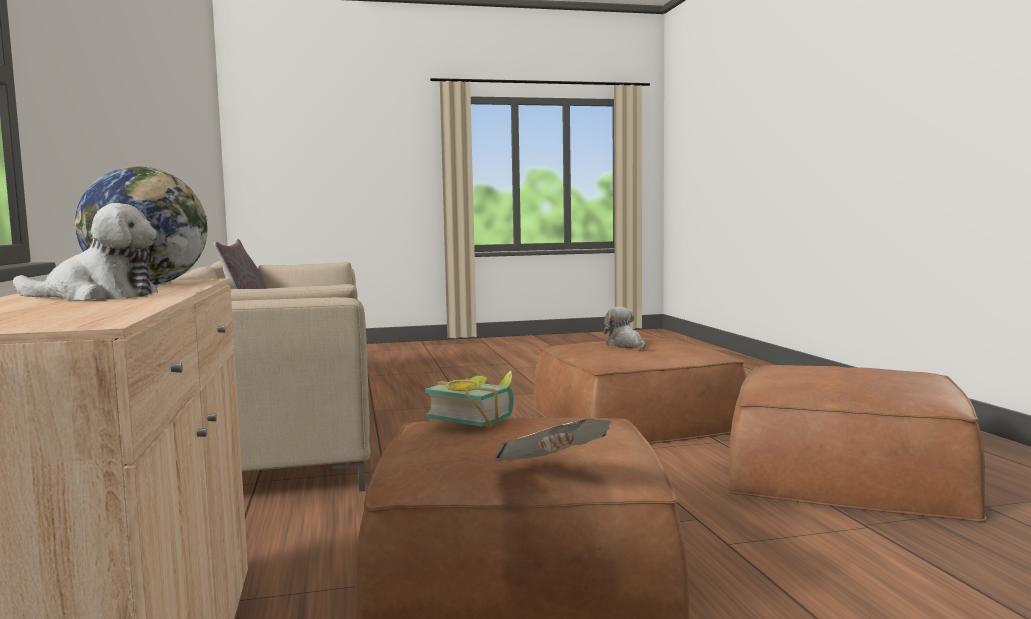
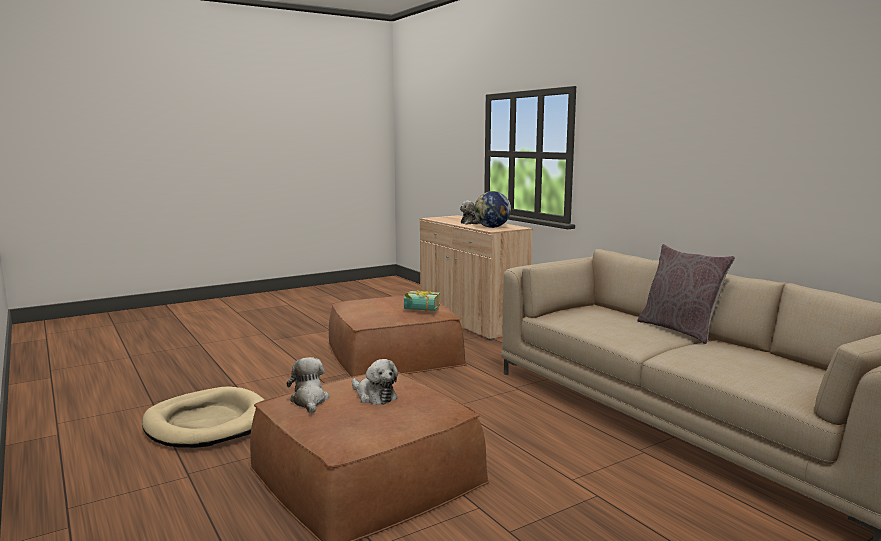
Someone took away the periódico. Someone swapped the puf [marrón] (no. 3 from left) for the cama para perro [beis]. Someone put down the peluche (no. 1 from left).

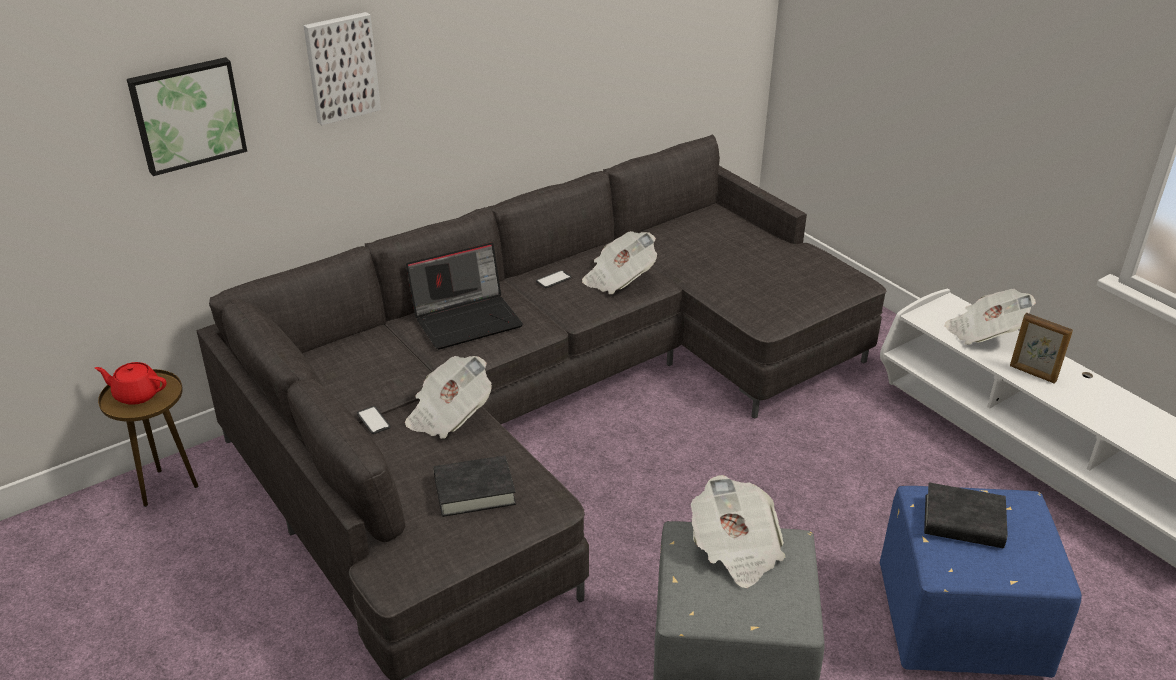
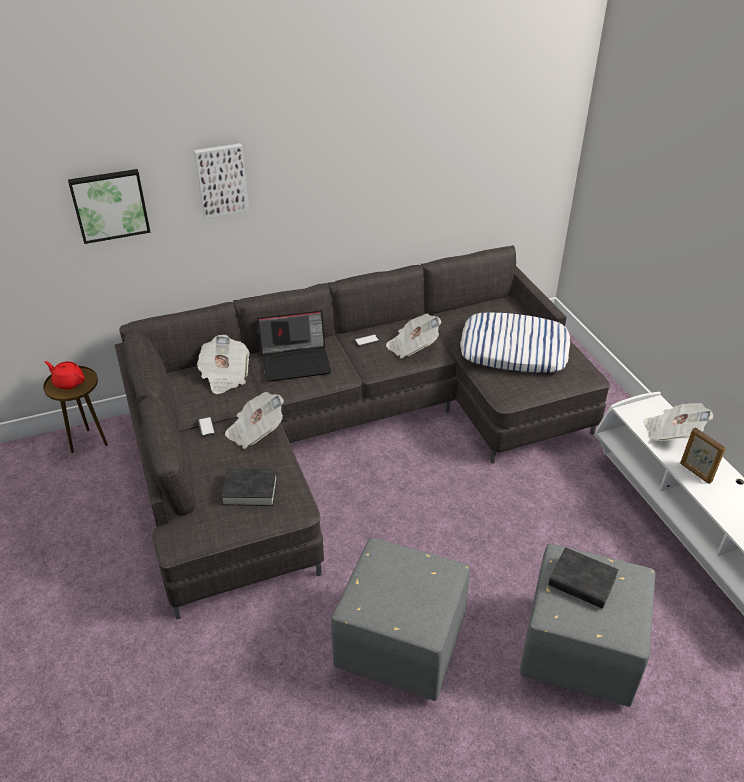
Someone carried the periódico (no. 3 from left in the first image). Someone repainted the puf [azul], which became the puf [gris] (no. 2 from left). Someone put down the cojín.

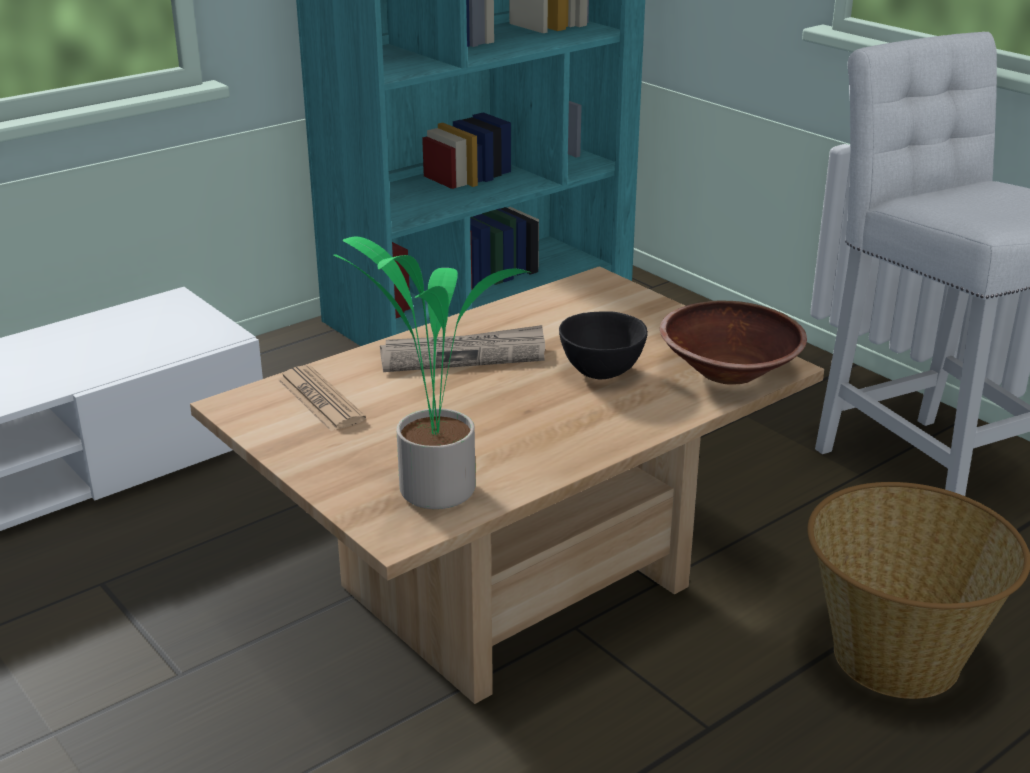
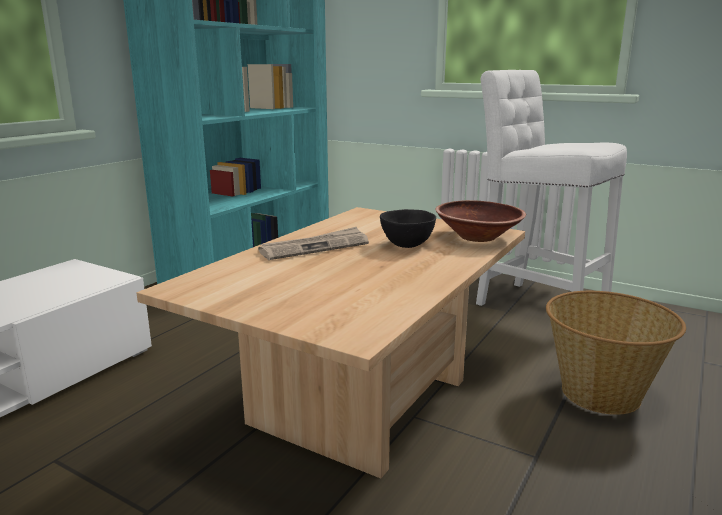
Someone took away the periódico (no. 1 from left). Someone took away the planta en maceta.

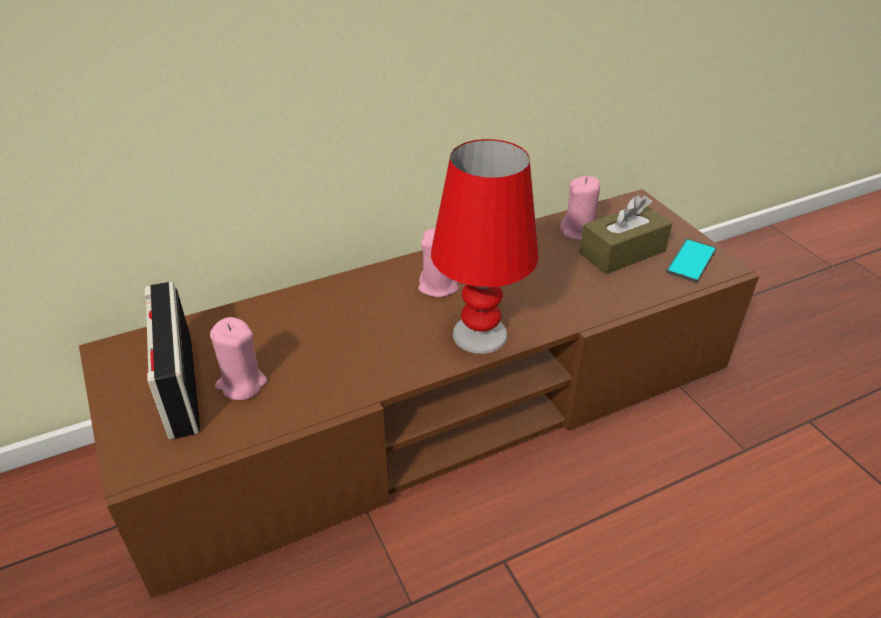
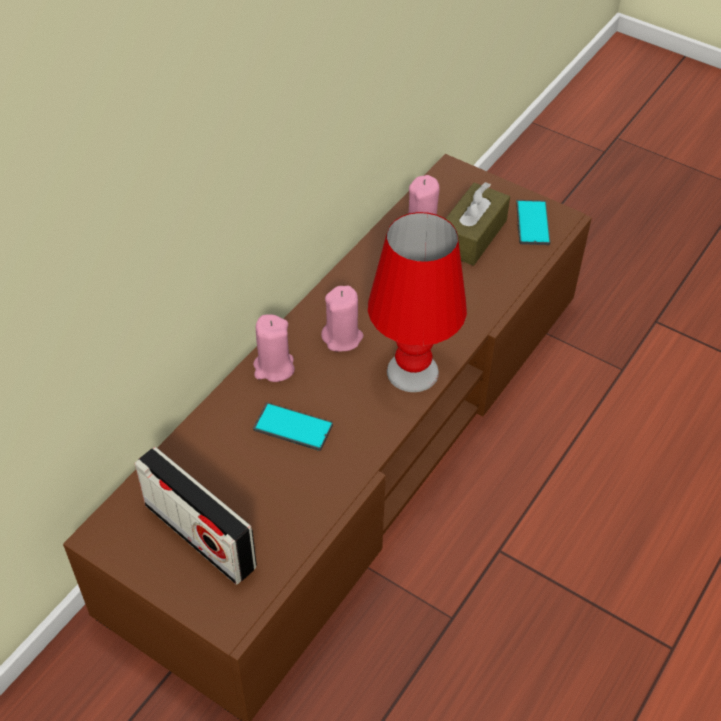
Someone carried the vela [rosa] (no. 1 from left). Someone put down the móvil (no. 1 from left).

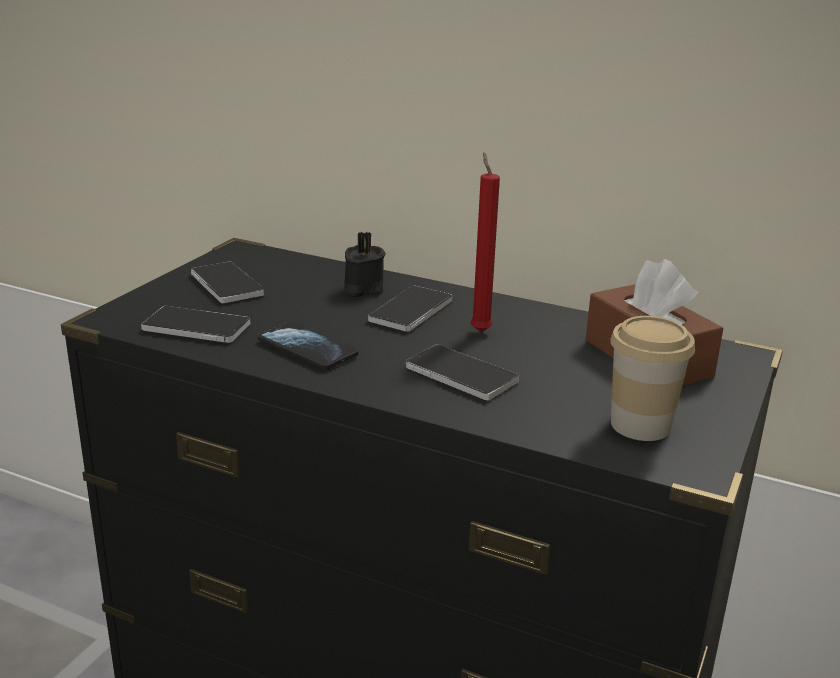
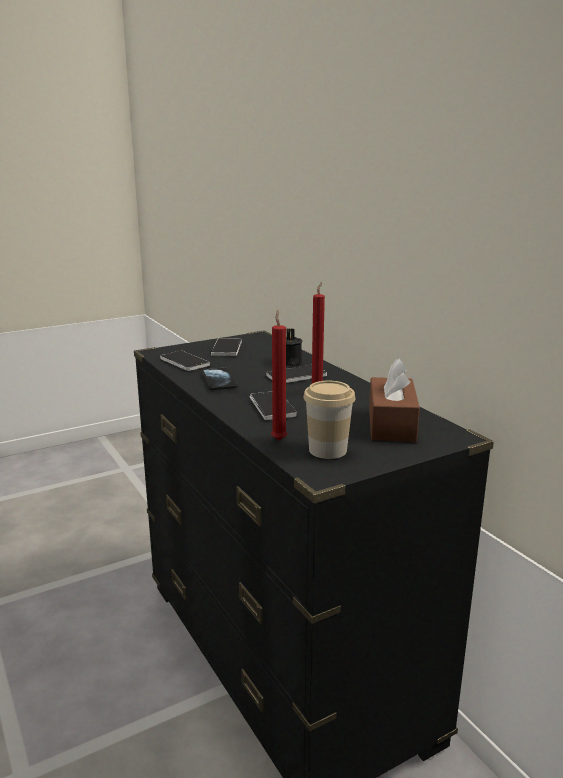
Someone put down the vela [rojo] (no. 1 from left).

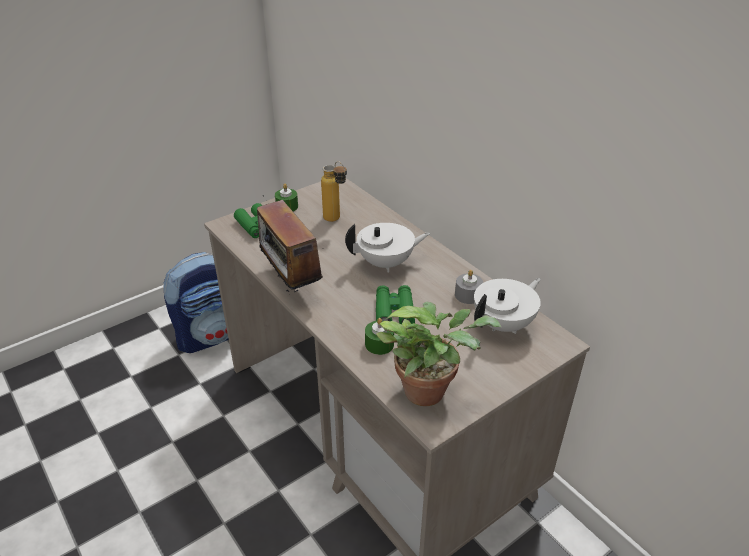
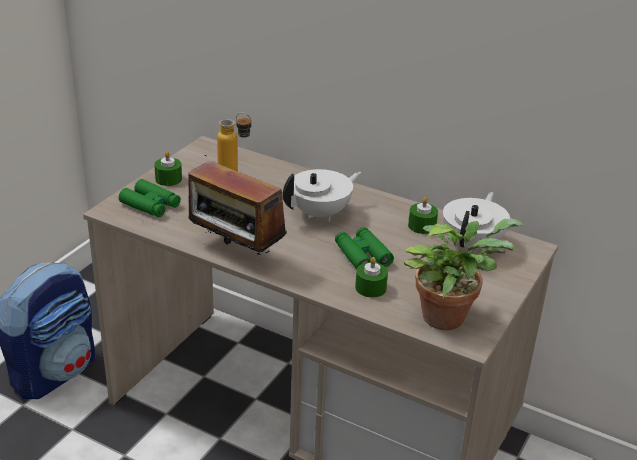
Someone repainted the vela [gris], which became the vela [verde] (no. 3 from left).

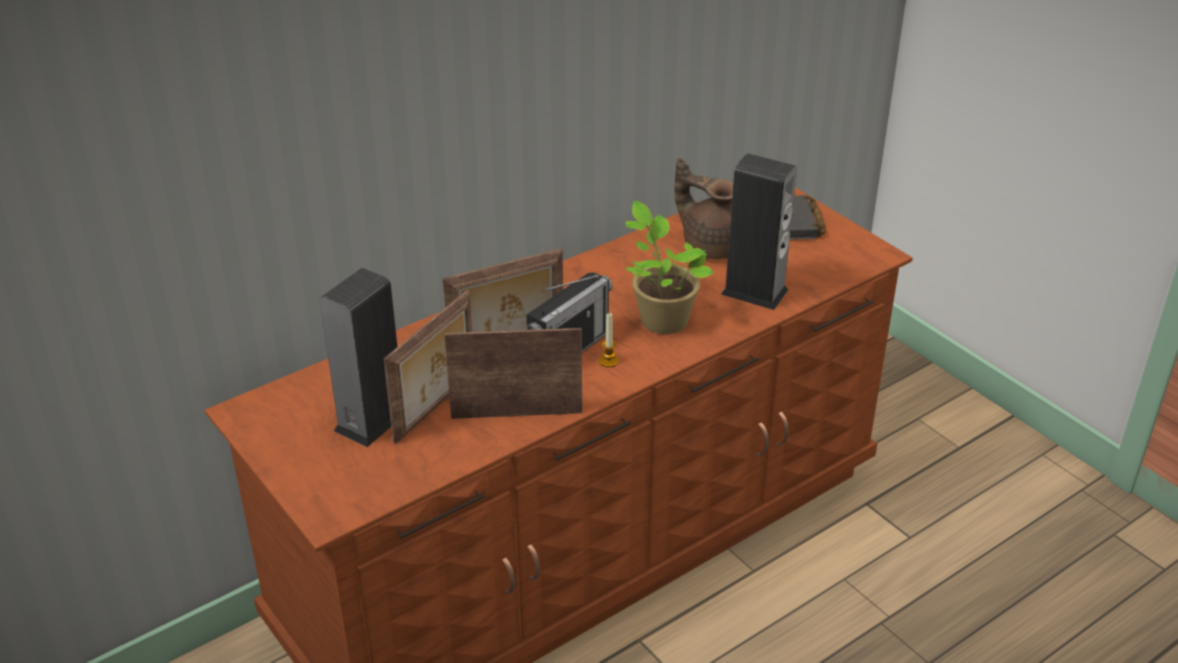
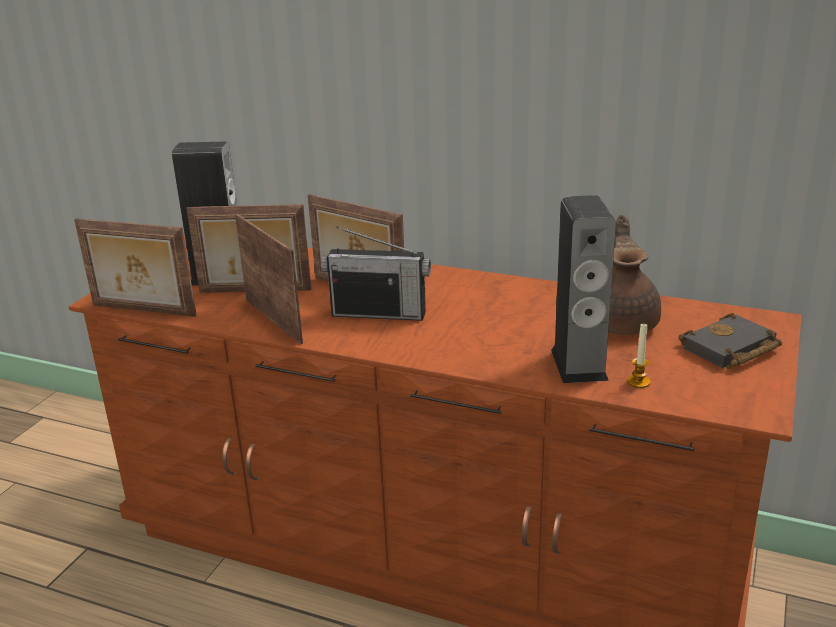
Someone carried the vela. Someone took away the planta en maceta. Someone put down the portarretratos (no. 1 from left).

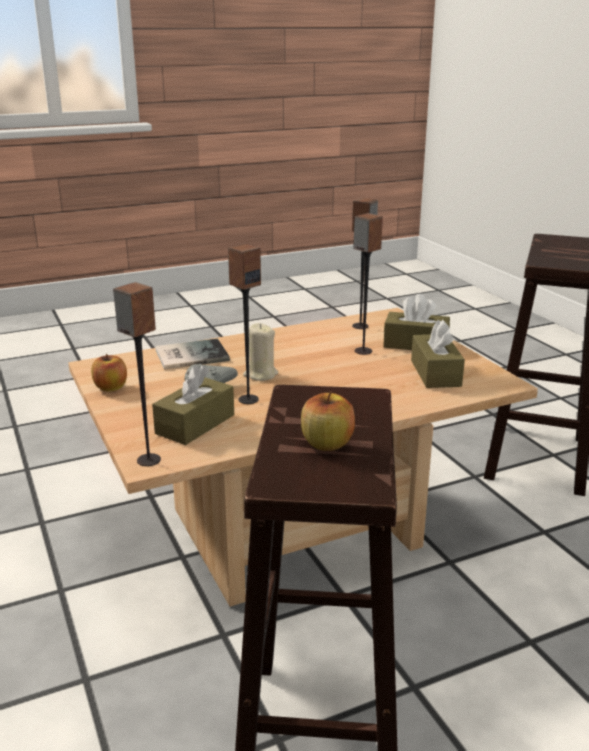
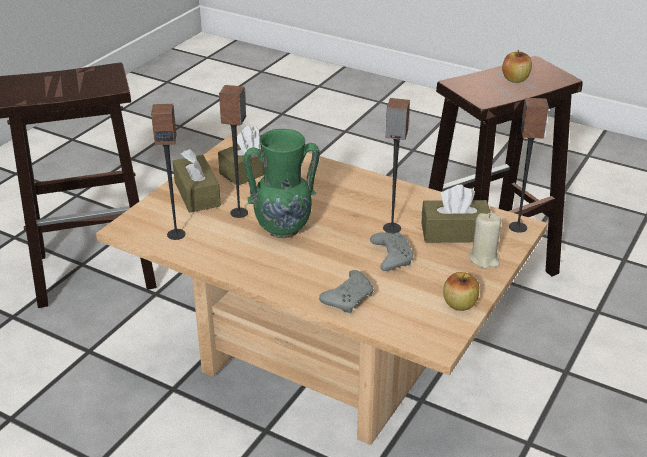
Someone swapped the libro for the mando de consola [gris] (no. 1 from left). Someone carried the vela [beis]. Someone put down the florero [verde].

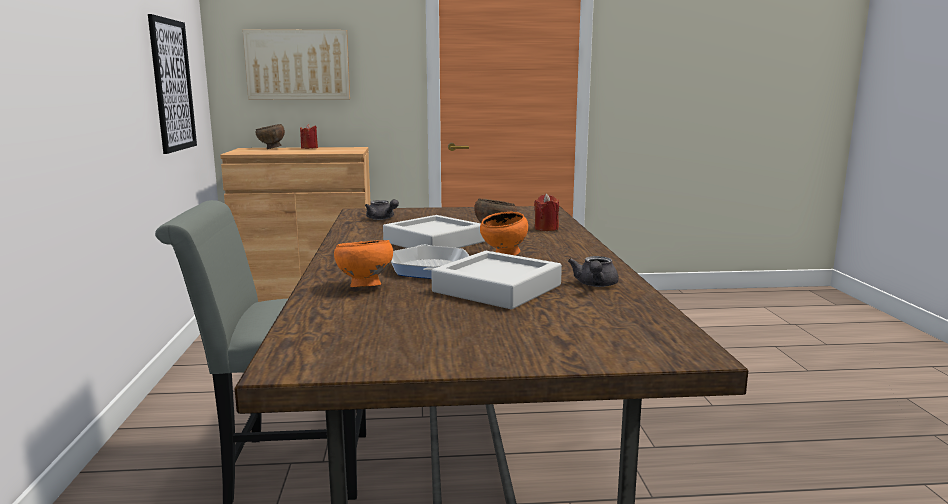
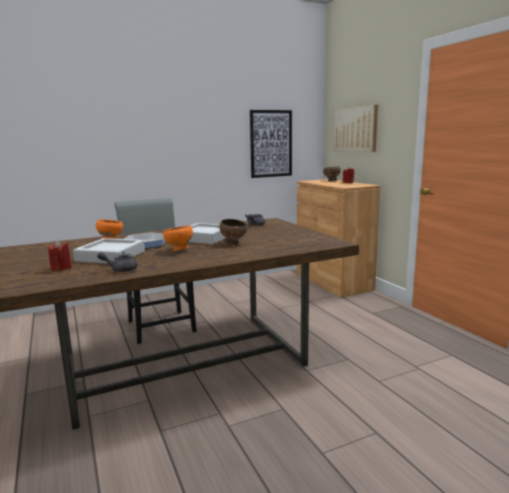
Someone carried the vela [rojo] (no. 2 from left in the first image).

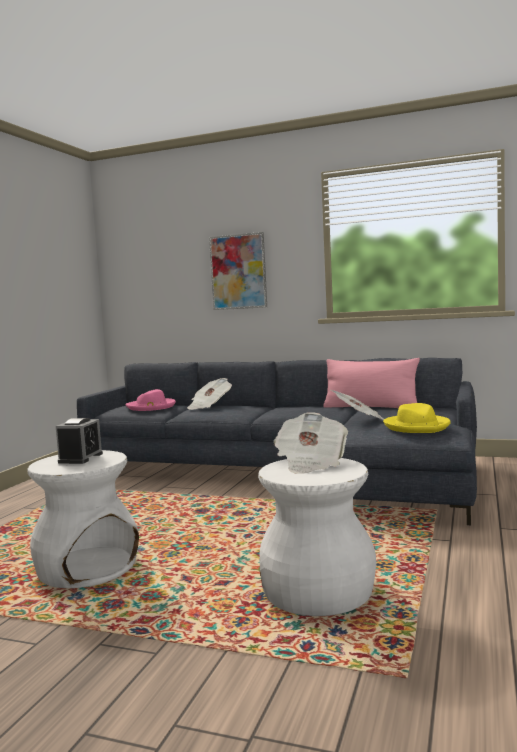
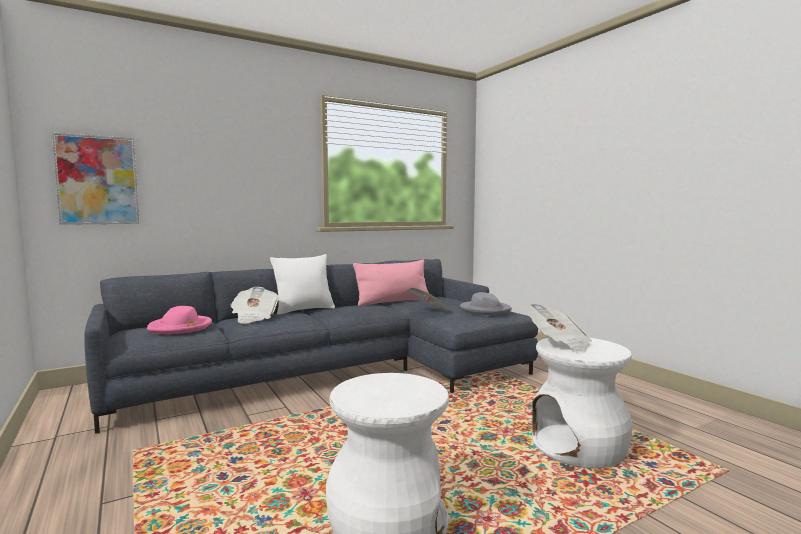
Someone took away the despertador. Someone carried the cuadro. Someone repainted the sombrero [amarillo], which became the sombrero [gris]. Someone put down the cojín [blanco].

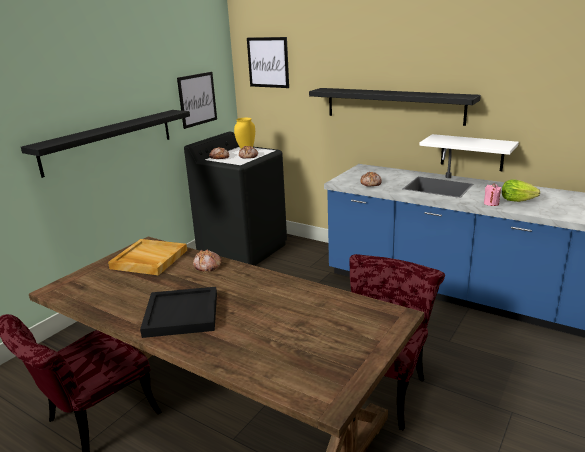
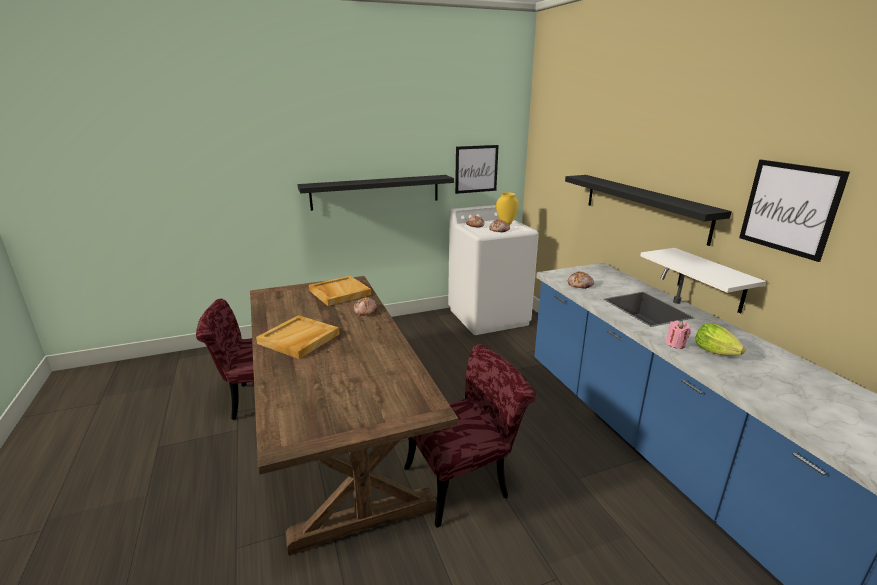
Someone repainted the bandeja [negro], which became the bandeja [beis] (no. 1 from left). Someone repainted the lavadora [negro], which became the lavadora [blanco]. Someone carried the cuadro (no. 2 from left).

